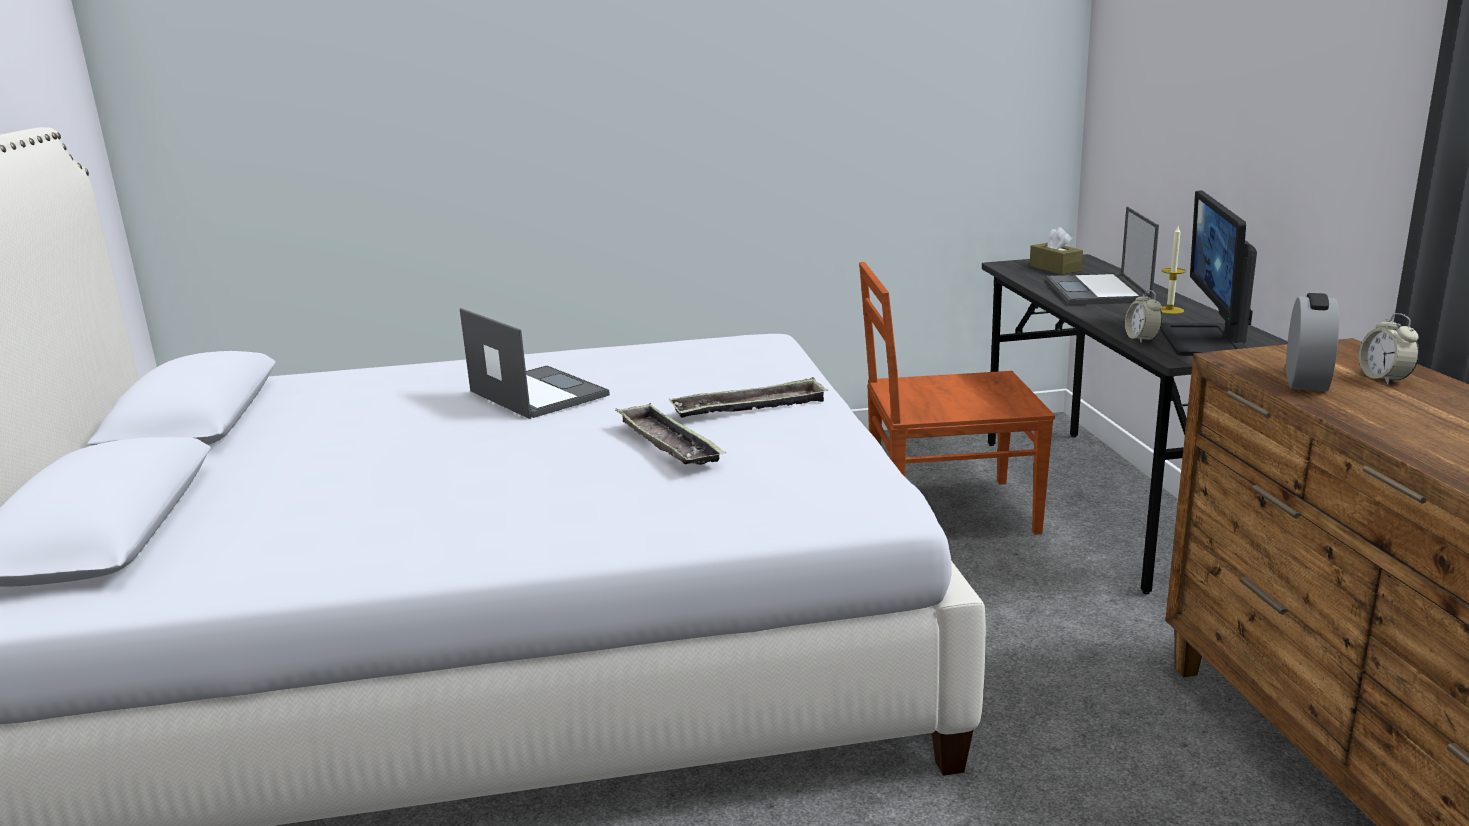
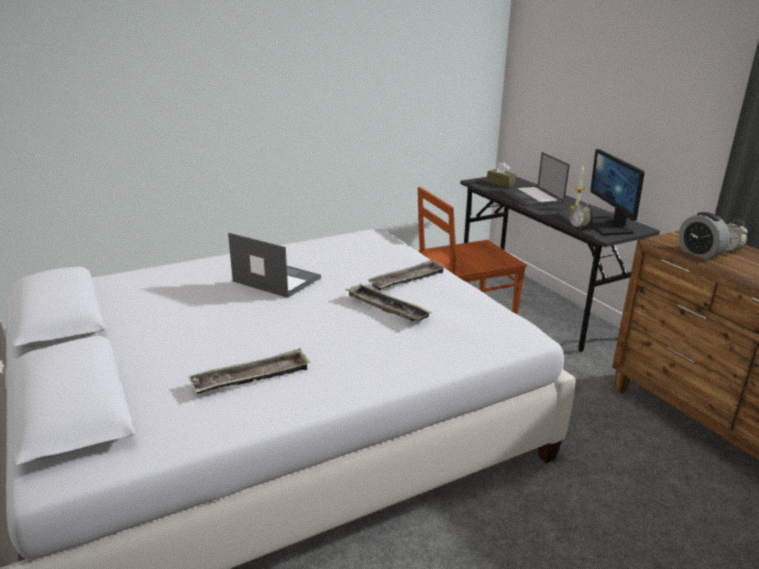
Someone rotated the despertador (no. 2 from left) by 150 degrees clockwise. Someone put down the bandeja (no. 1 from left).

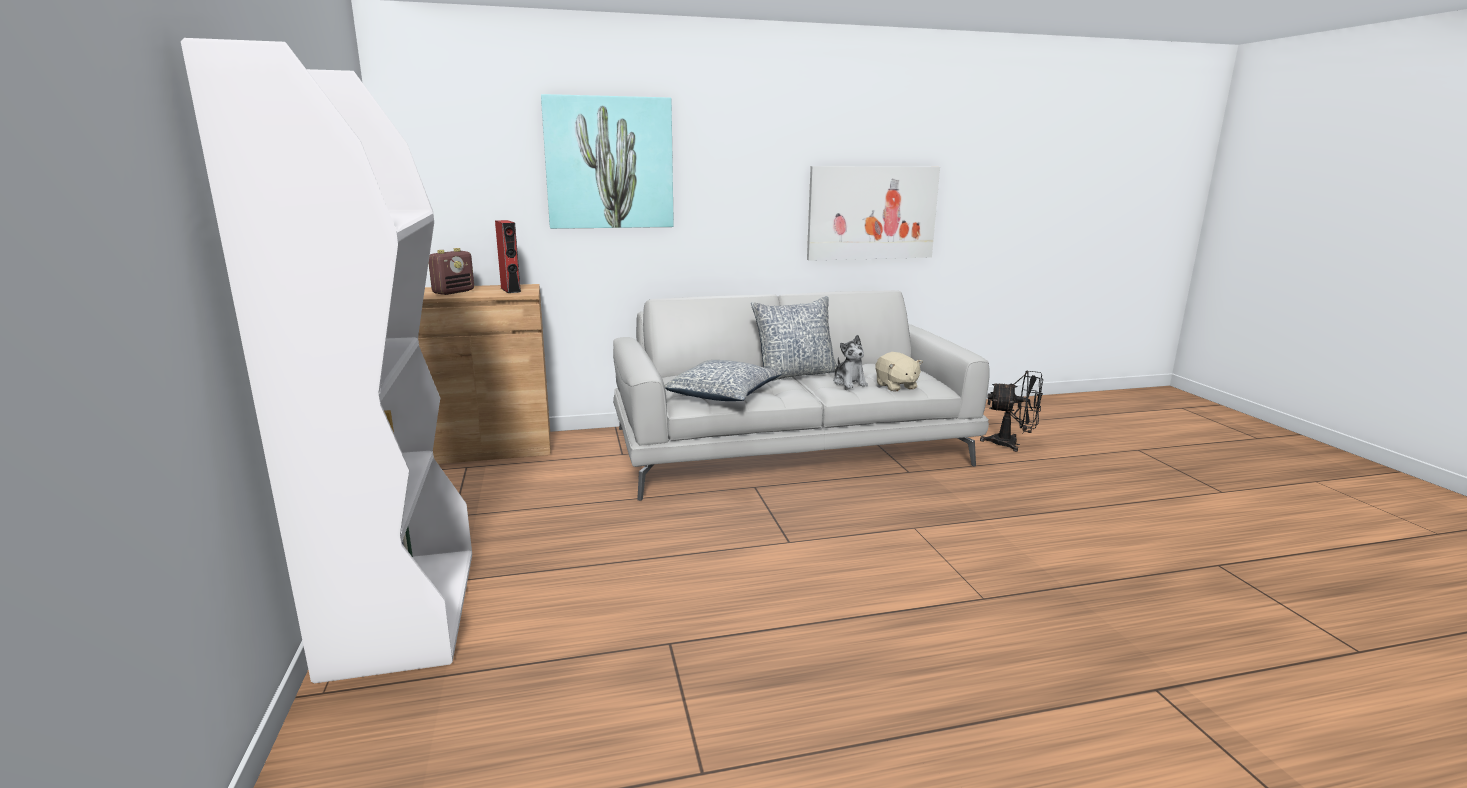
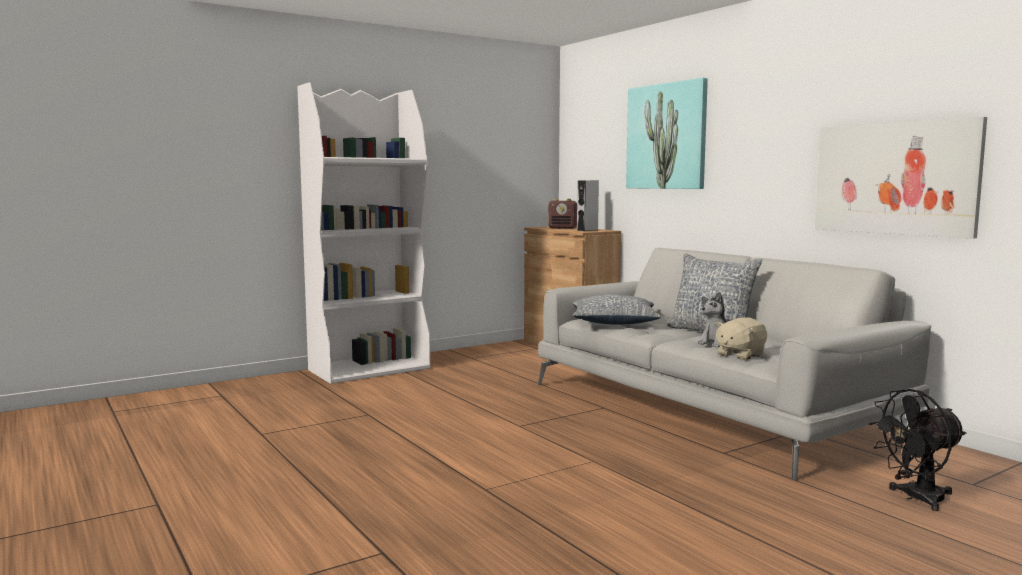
Someone repainted the altavoz [rojo], which became the altavoz [gris]. Someone rotated the ventilador [negro] by 75 degrees clockwise.

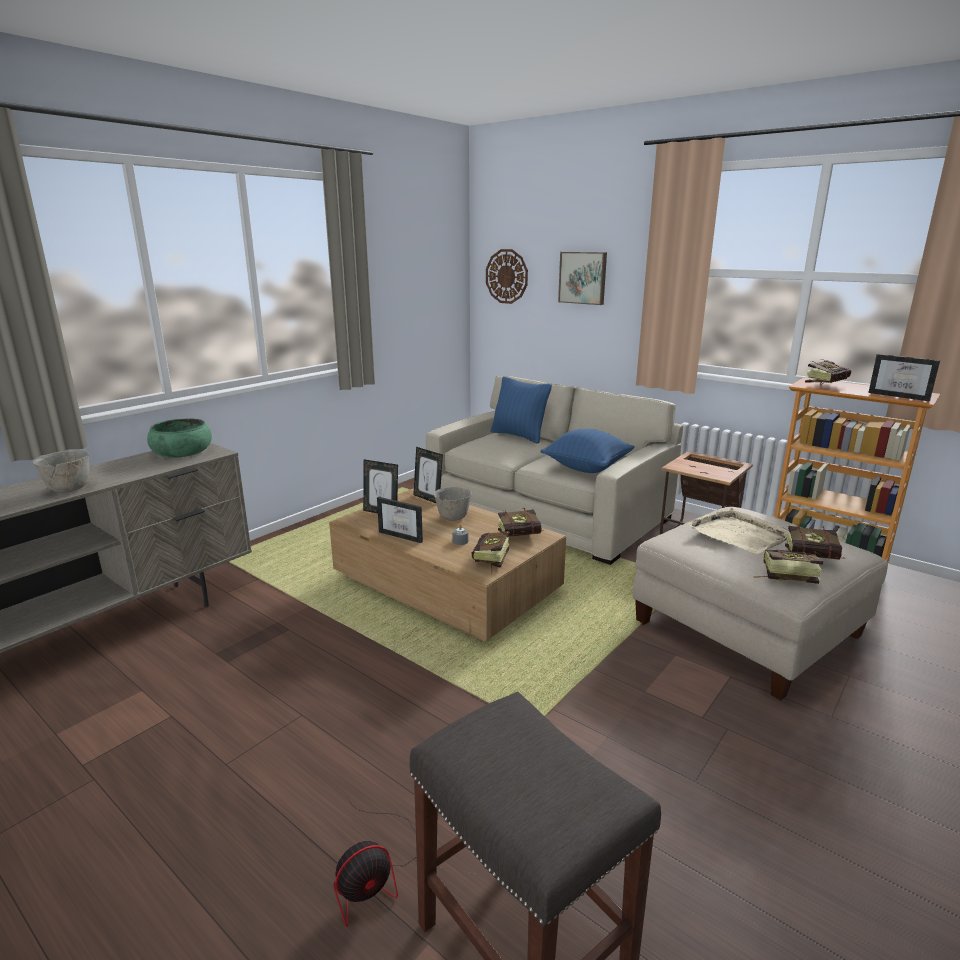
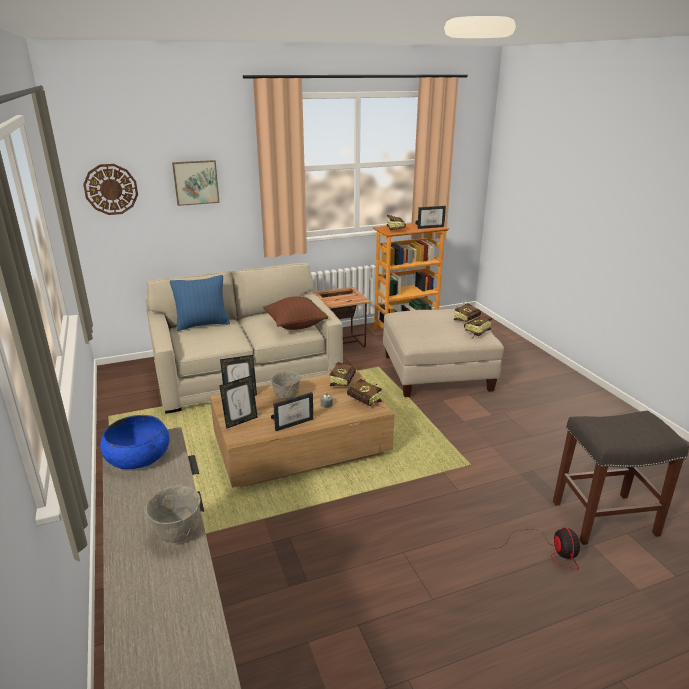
Someone repainted the cuenco [verde], which became the cuenco [azul]. Someone repainted the cojín [azul] (no. 2 from left), which became the cojín [marrón]. Someone took away the bandeja [beis].

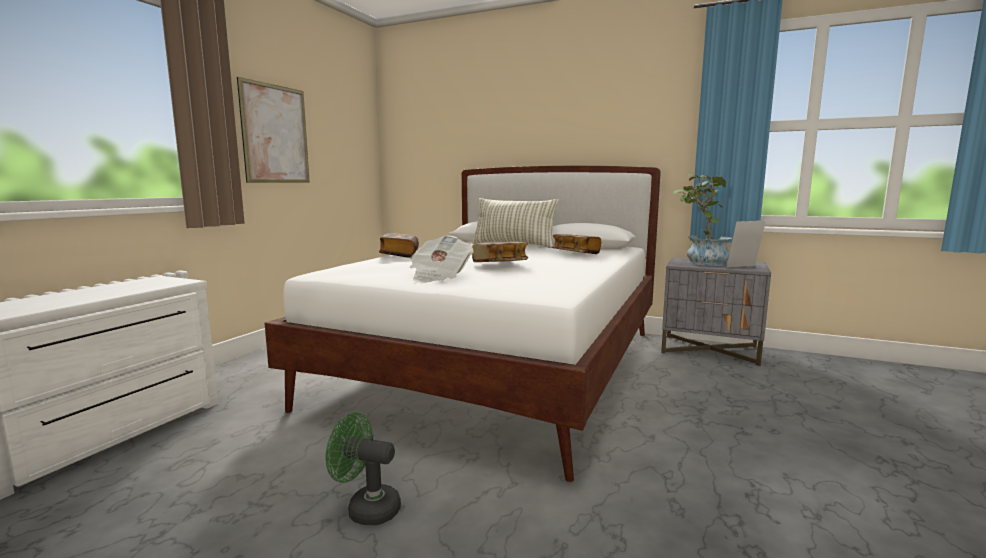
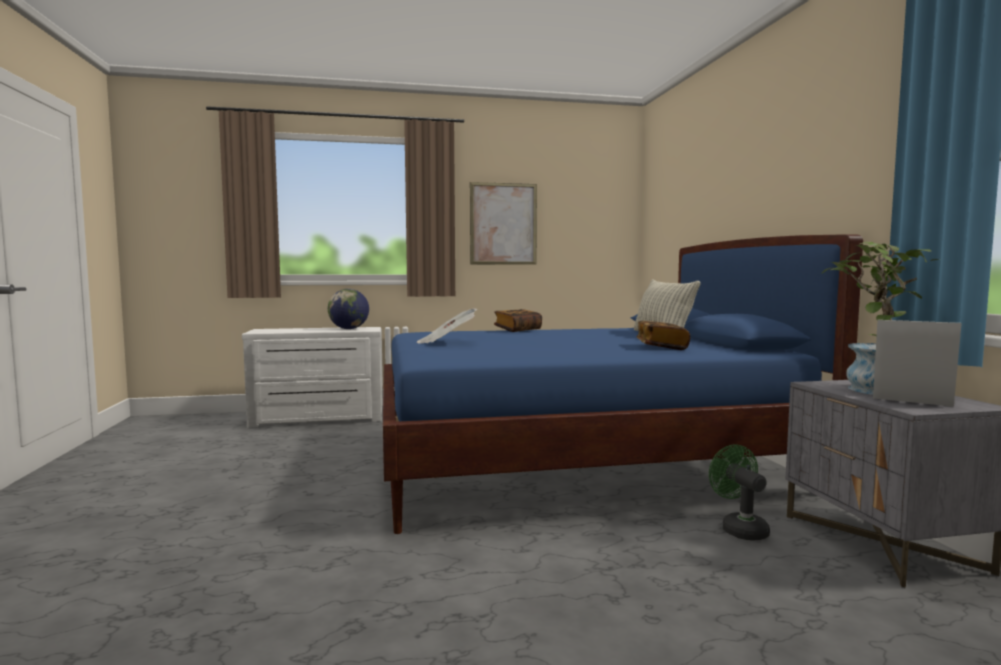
Someone repainted the cama [blanco], which became the cama [azul]. Someone carried the ventilador [verde]. Someone took away the libro (no. 2 from left). Someone put down the globo terráqueo.

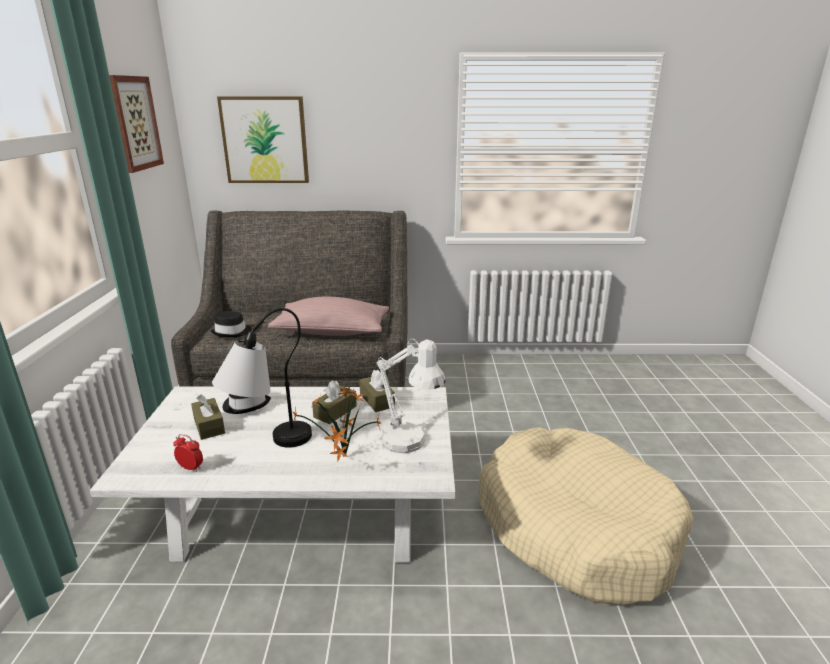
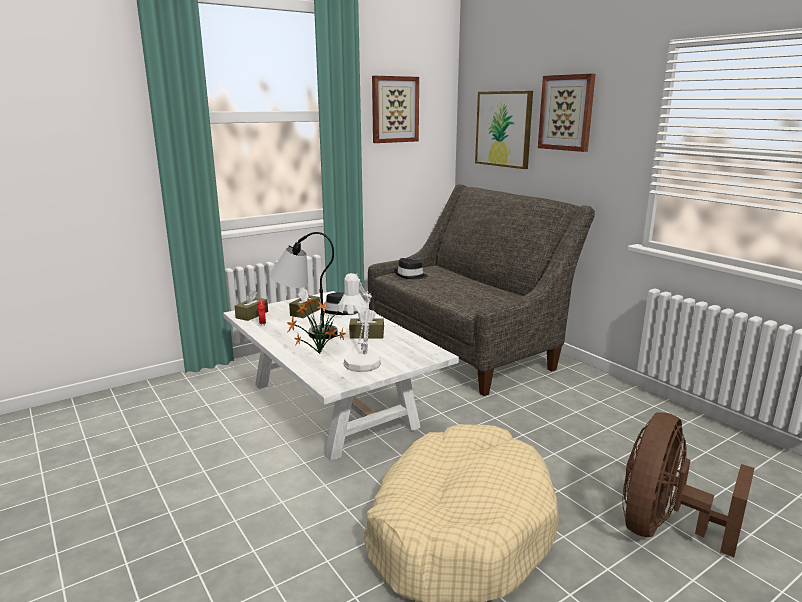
Someone took away the cojín [rosa]. Someone carried the caja de pañuelos [marrón] (no. 3 from left in the first image). Someone put up the cuadro (no. 3 from left). Someone put down the ventilador [marrón].

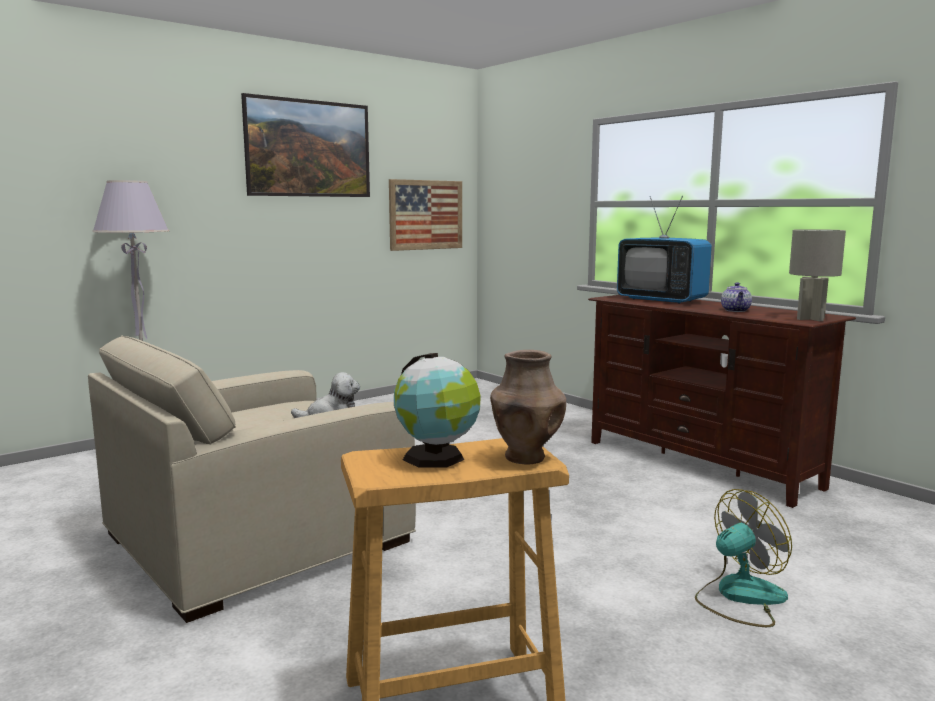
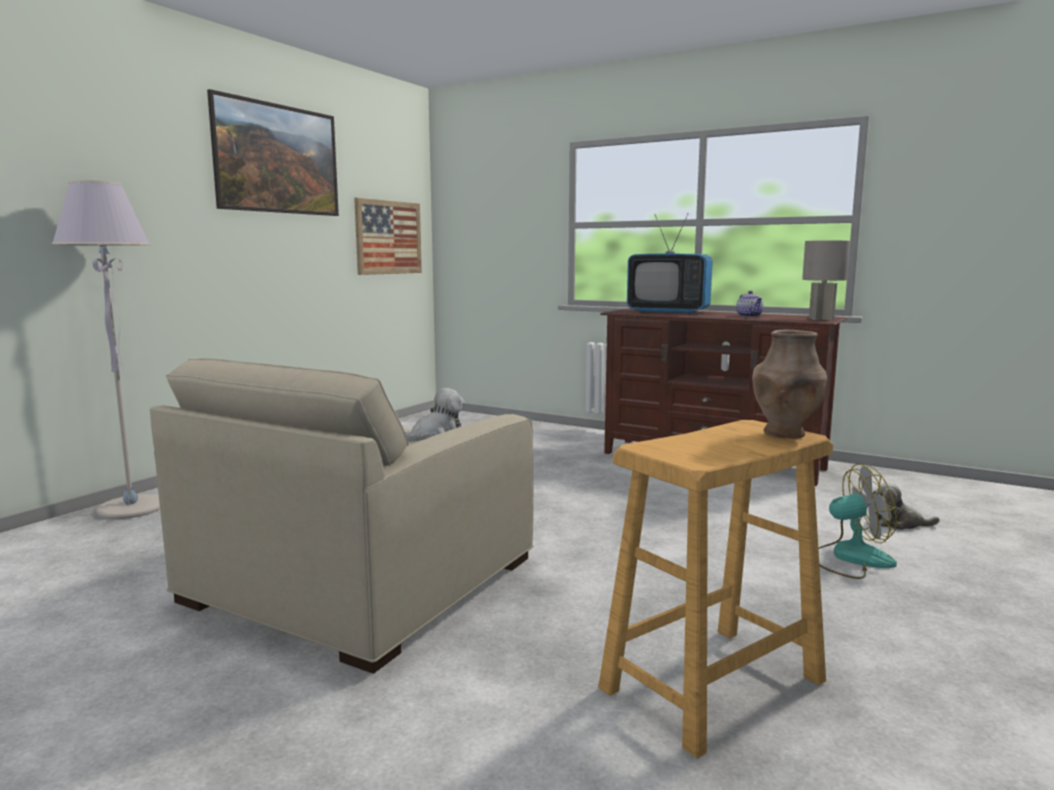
Someone took away the globo terráqueo. Someone rotated the ventilador by 45 degrees clockwise. Someone put down the peluche (no. 2 from left).

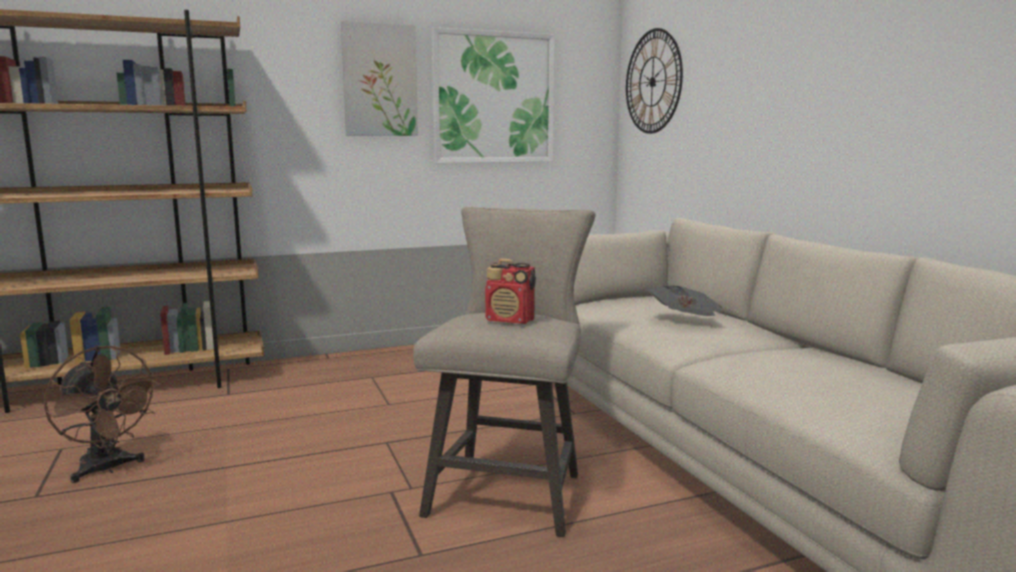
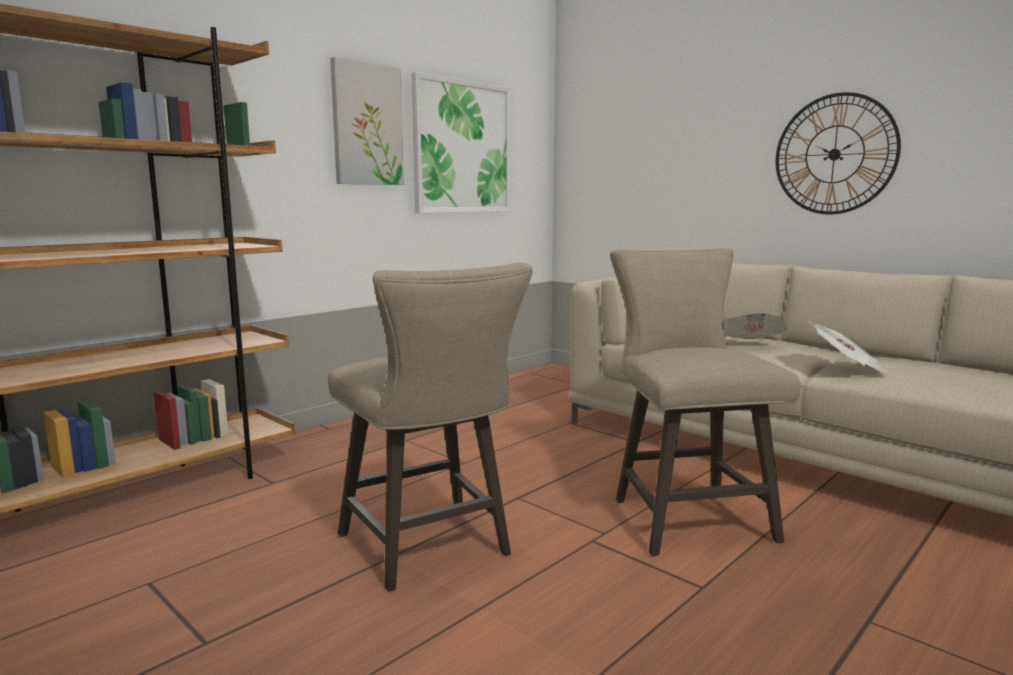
Someone took away the ventilador [marrón]. Someone took away the radio. Someone carried the reloj de pared. Someone put down the taburete [beis] (no. 1 from left). Someone put down the periódico (no. 2 from left).

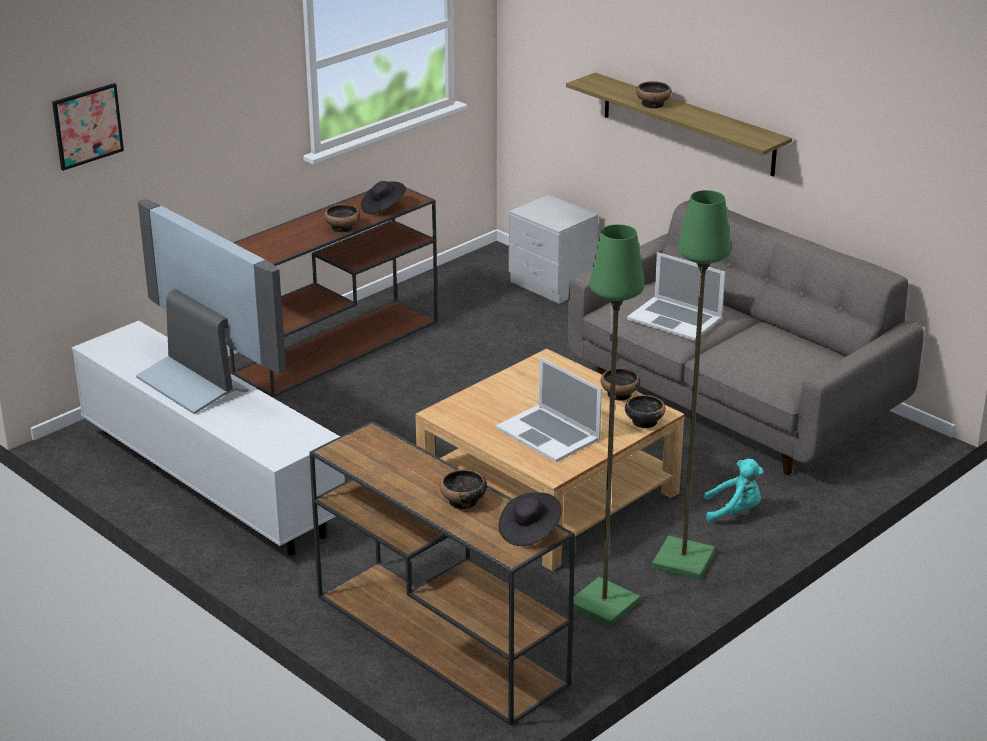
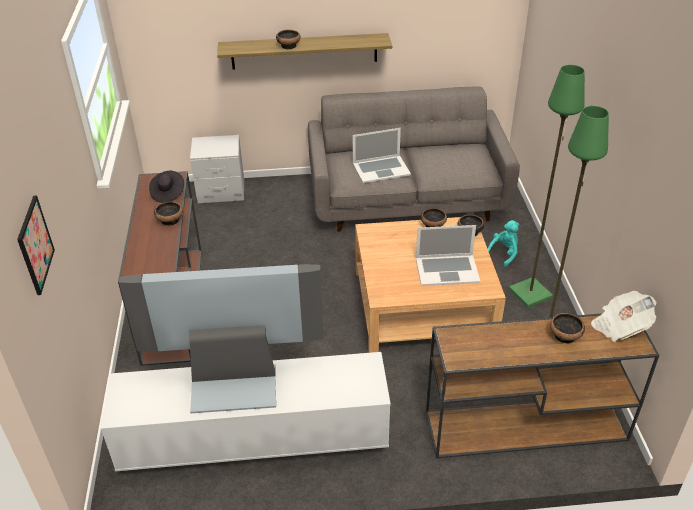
Someone swapped the sombrero [negro] (no. 2 from left) for the periódico.

